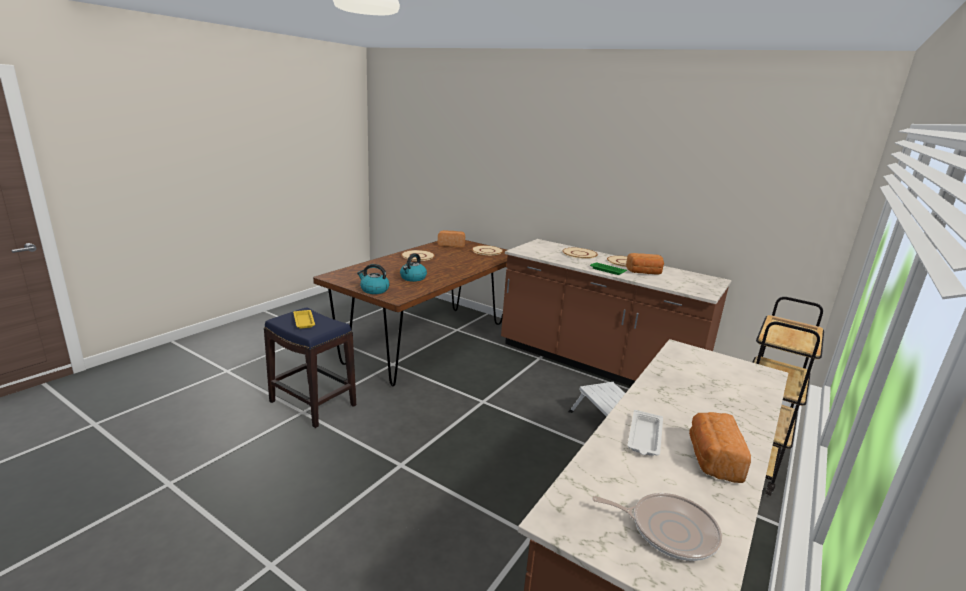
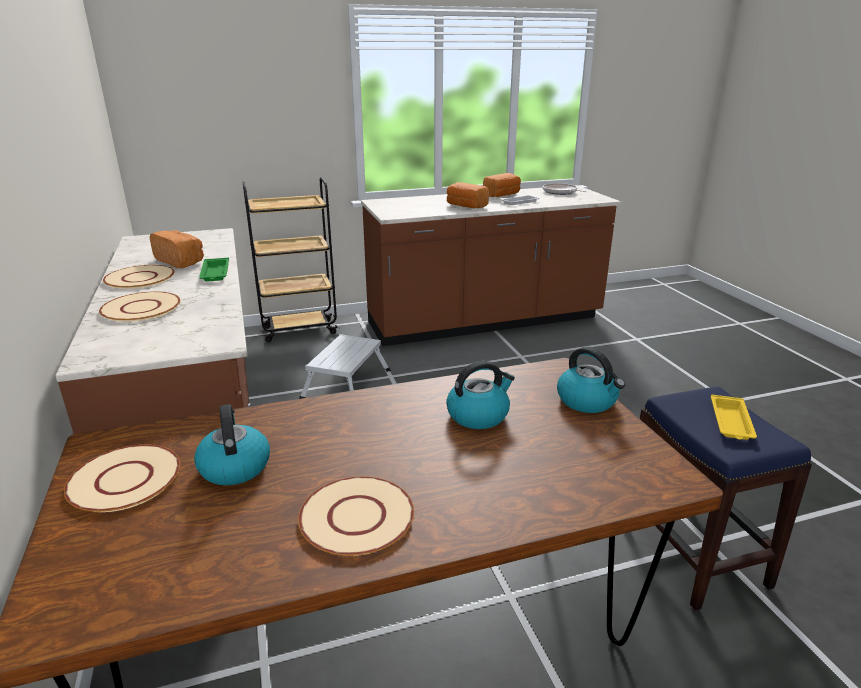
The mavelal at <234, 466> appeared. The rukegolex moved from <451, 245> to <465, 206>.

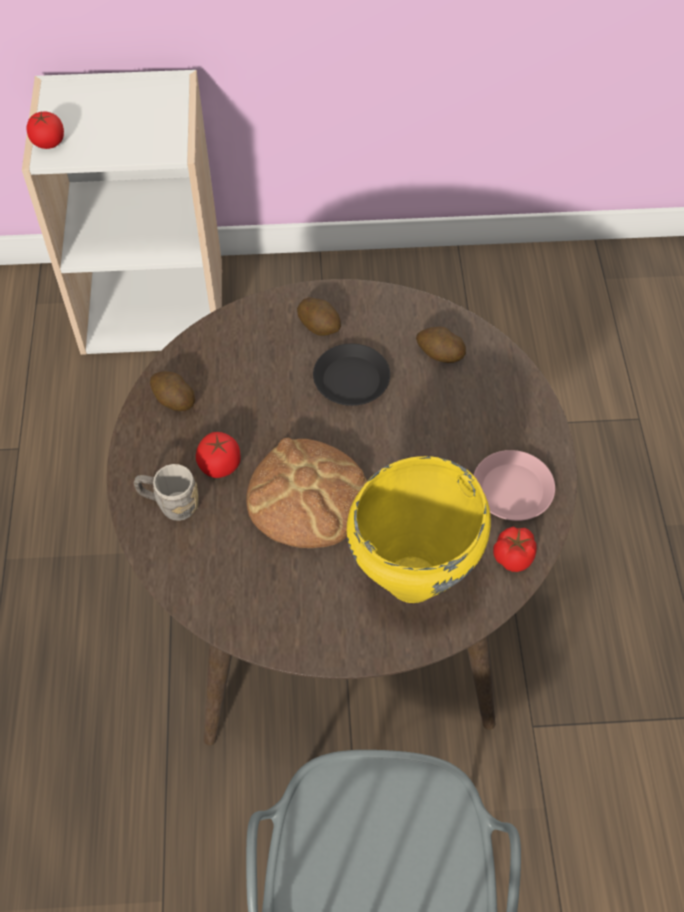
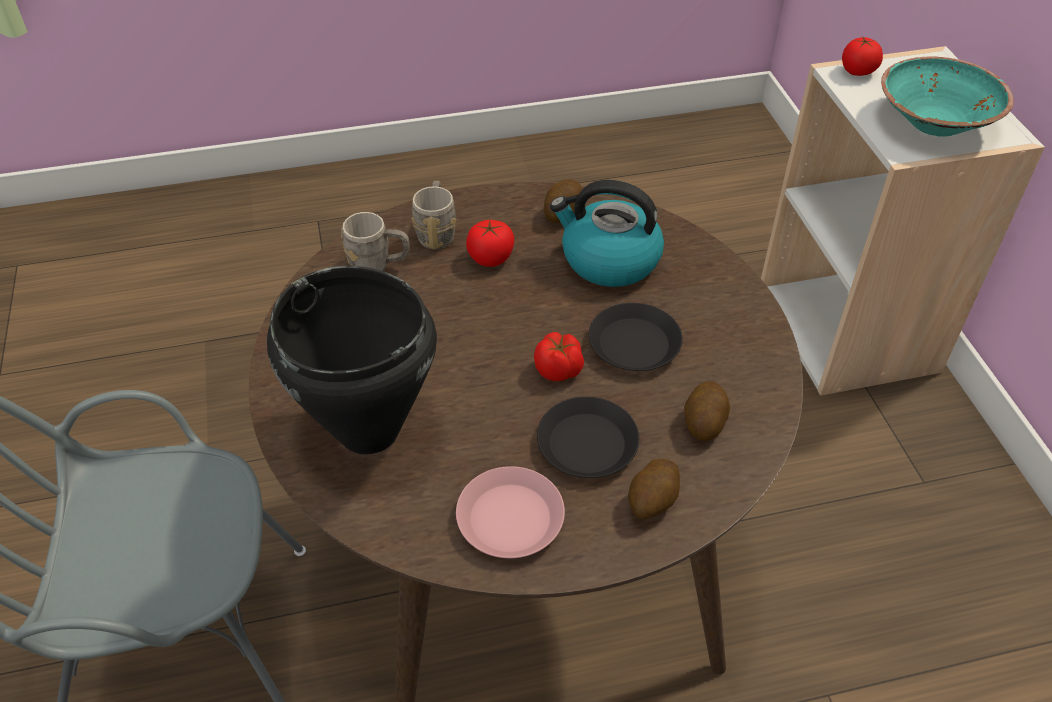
The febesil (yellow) at <413, 580> became the febesil (black) at <368, 432>. The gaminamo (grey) at <378, 265> appeared. The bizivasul moved from <513, 556> to <559, 370>. The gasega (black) at <587, 443> appeared. The mavelal at <608, 260> appeared. The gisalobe moved from <319, 325> to <652, 501>. The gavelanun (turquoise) at <935, 123> appeared. The rukegolex at <307, 495> disappeared.

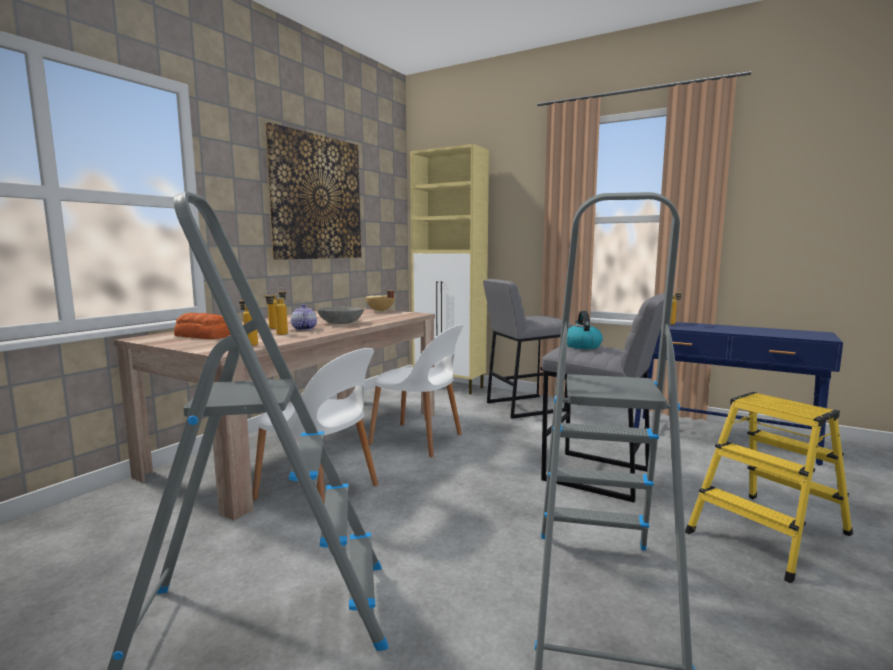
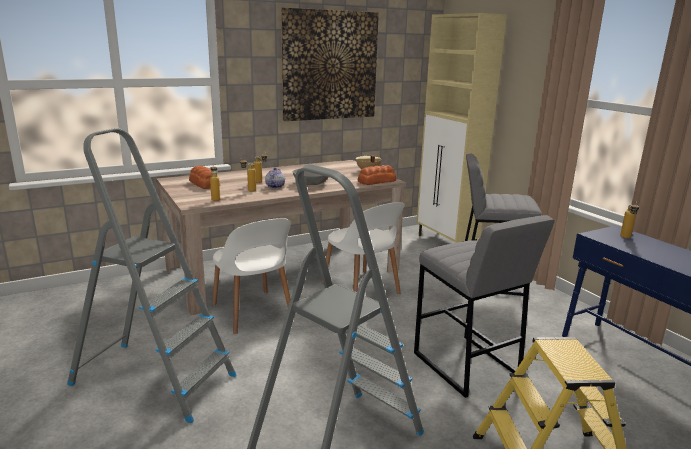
The rukegolex at <376, 181> appeared. The mavelal at <582, 346> disappeared.

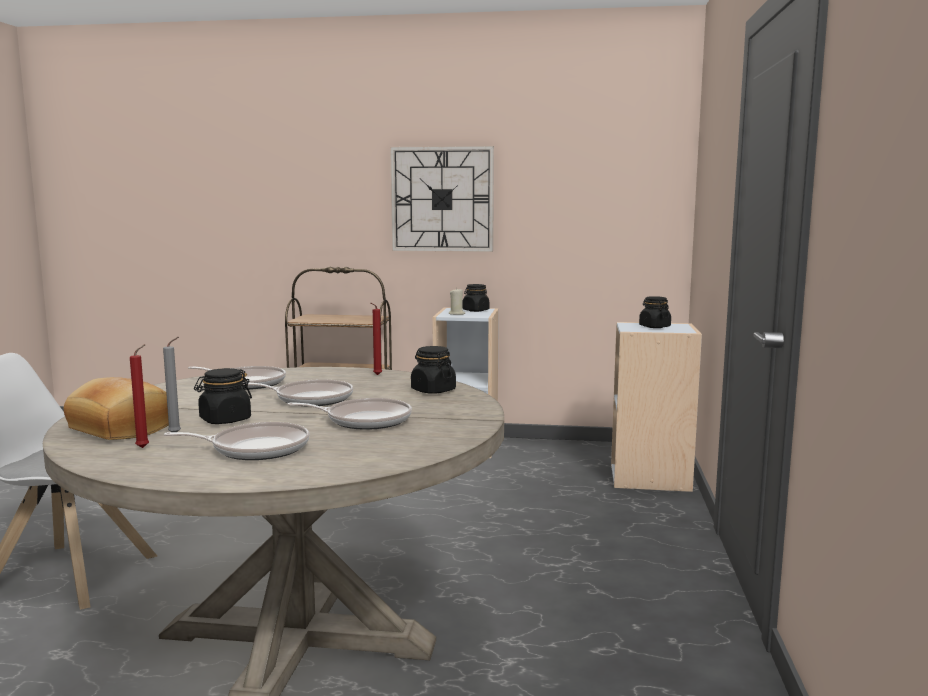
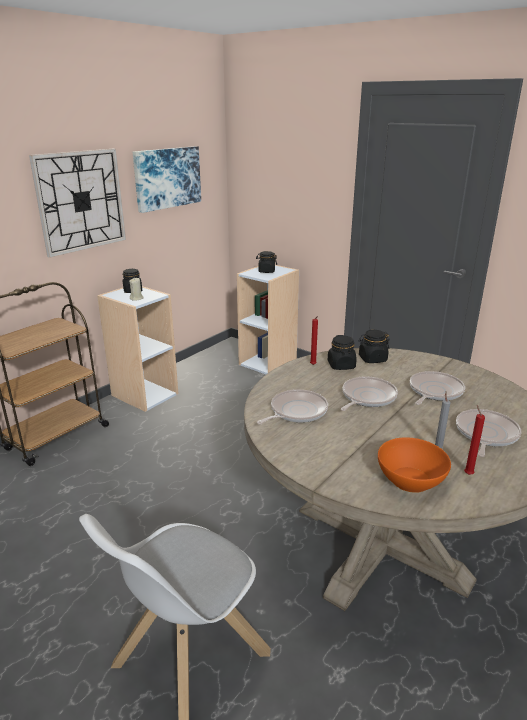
The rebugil at <167, 178> appeared. The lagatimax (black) moved from <225, 420> to <341, 365>. The rukegolex at <119, 429> was replaced by the gavelanun (orange) at <410, 480>.

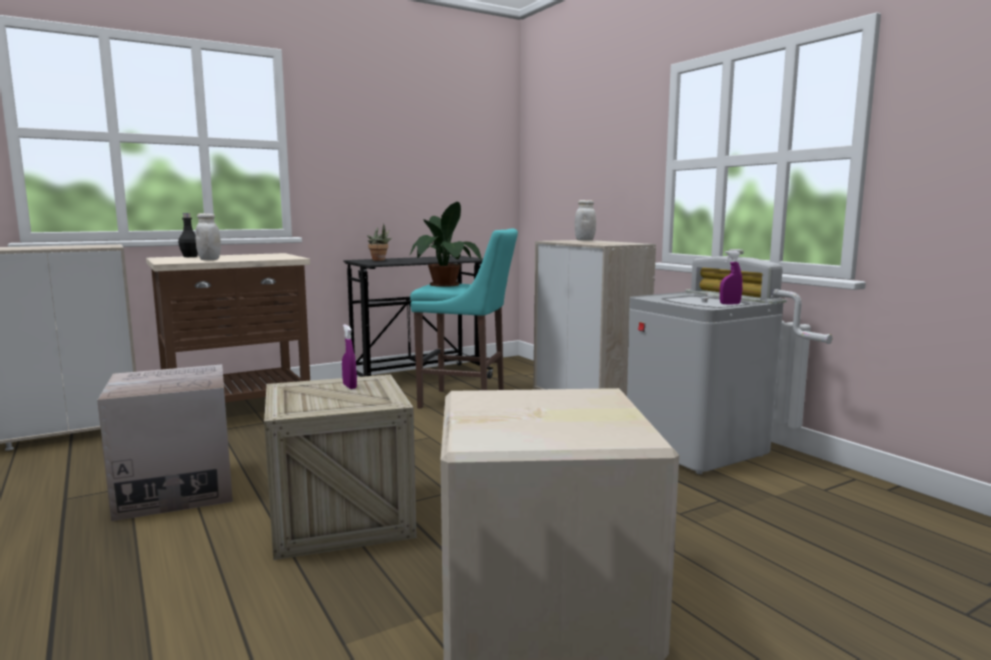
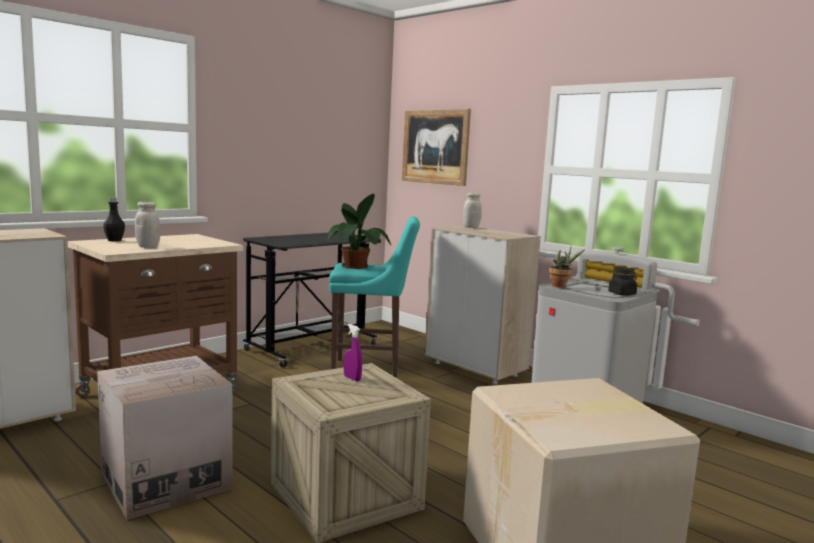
The rebugil at <435, 146> appeared. The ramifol moved from <380, 260> to <561, 286>. The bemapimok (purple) at <730, 304> was replaced by the lagatimax (black) at <622, 294>.

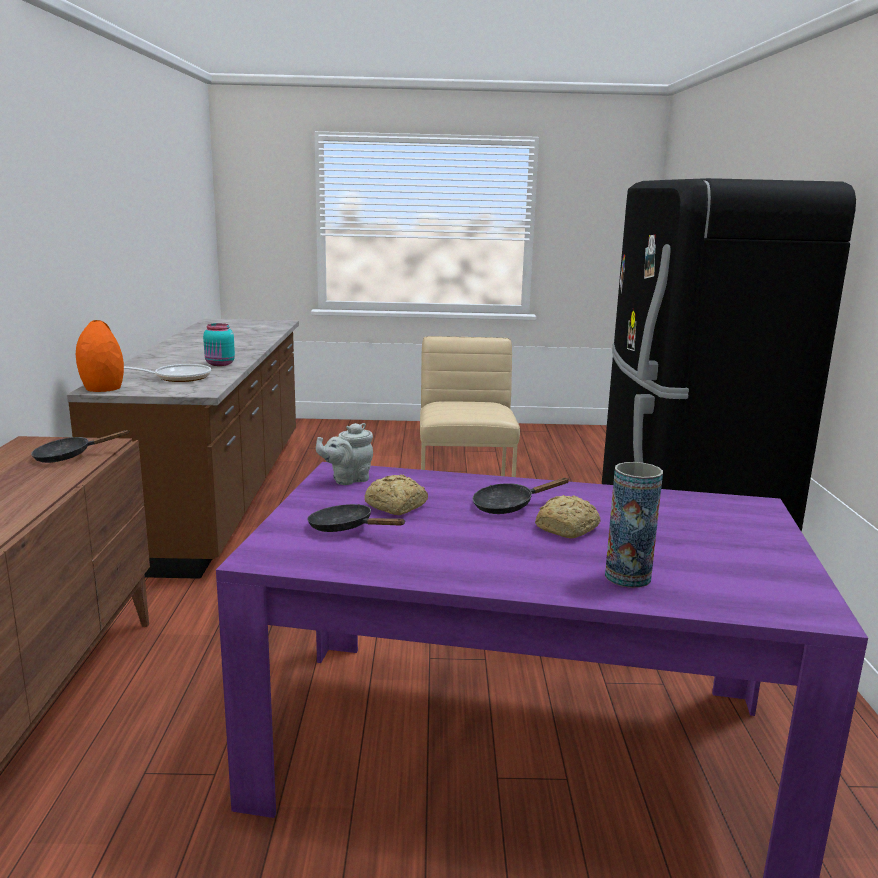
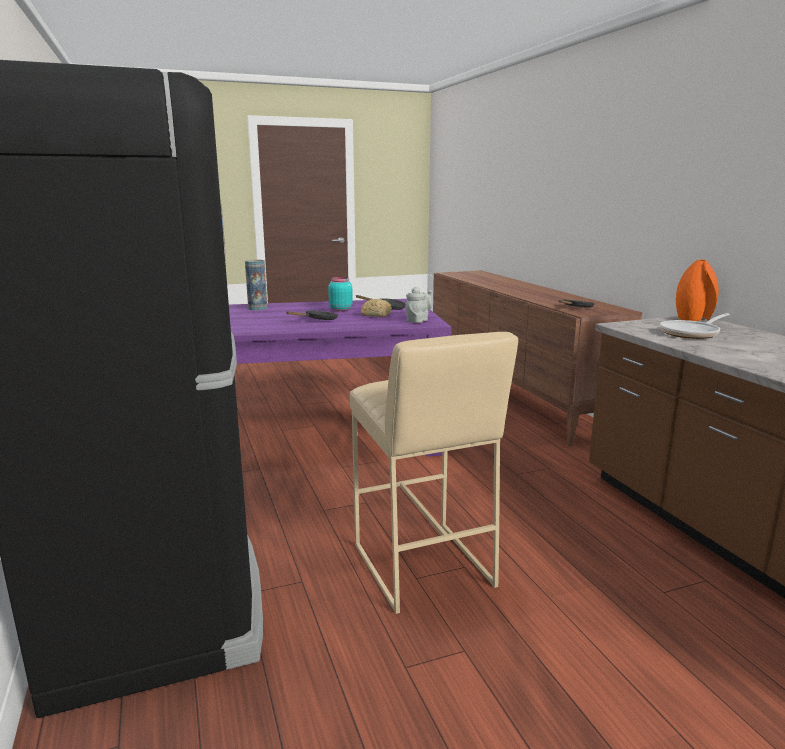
The lagatimax (turquoise) moved from <220, 364> to <340, 309>. The rukegolex at <568, 528> disappeared.

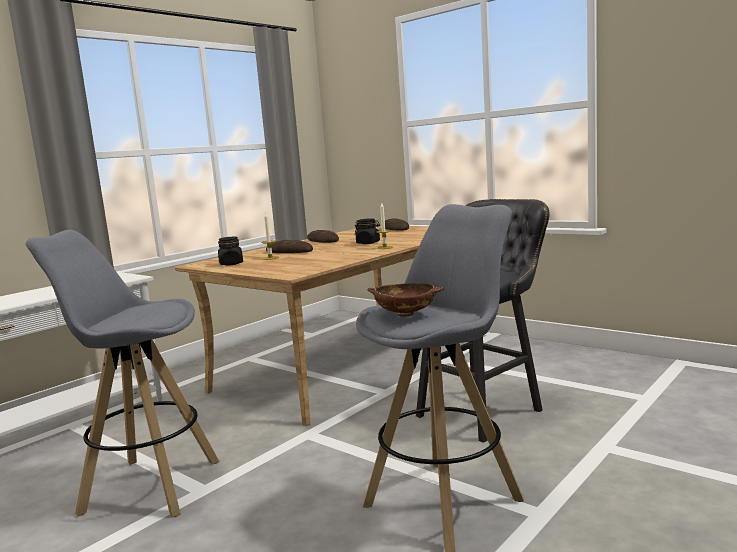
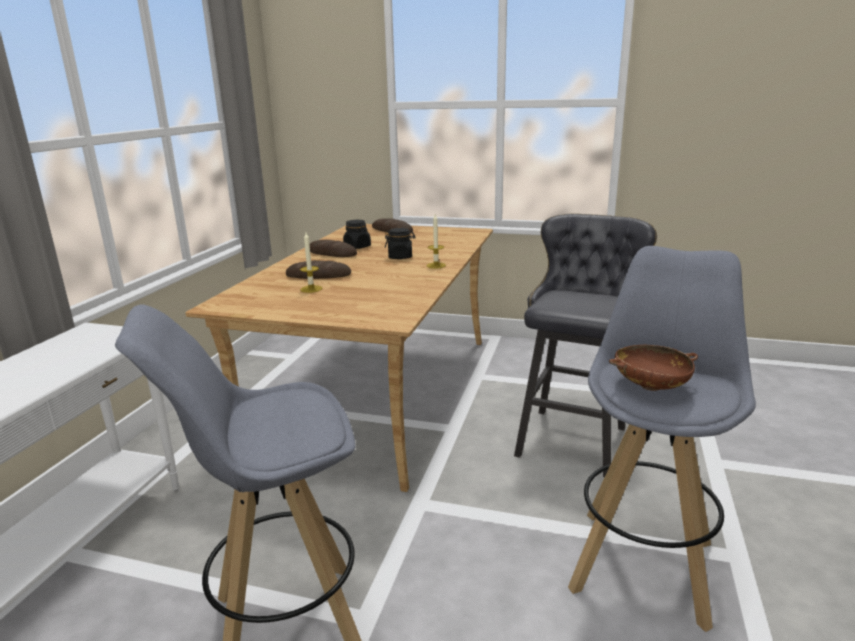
The lagatimax (black) moved from <231, 264> to <357, 247>.

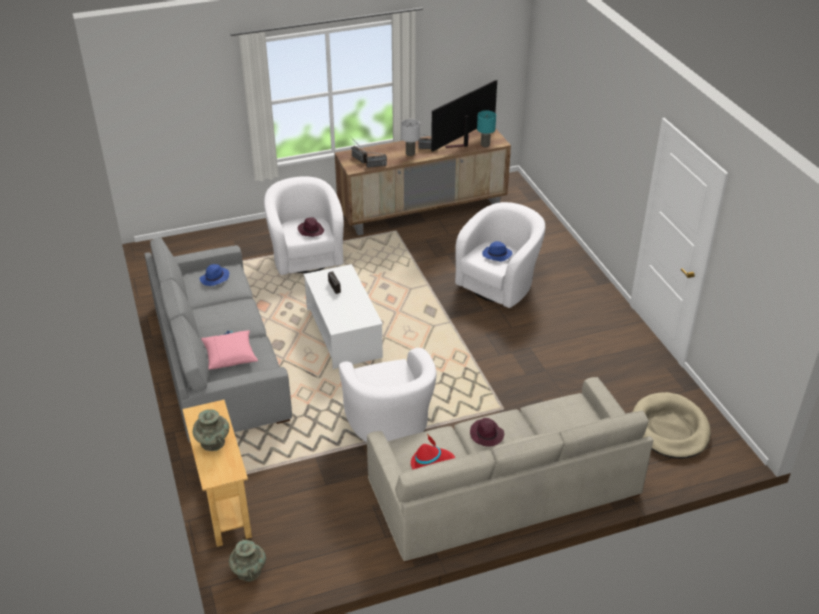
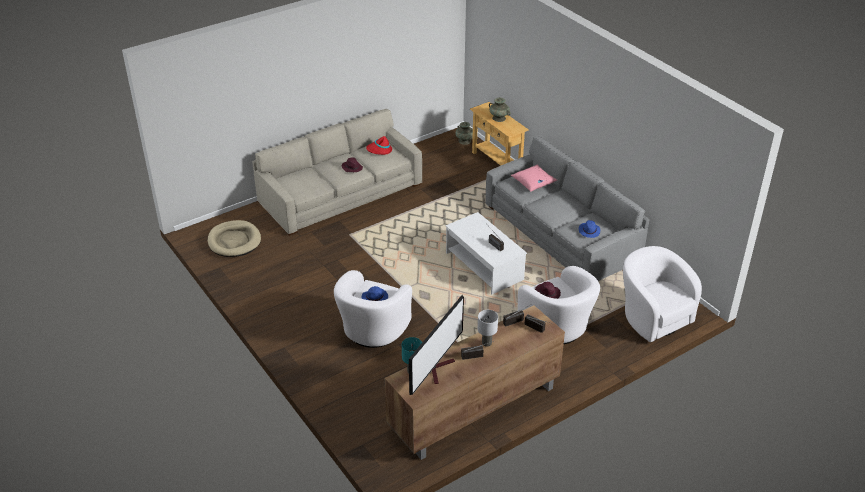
The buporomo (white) moved from <389, 425> to <653, 318>.

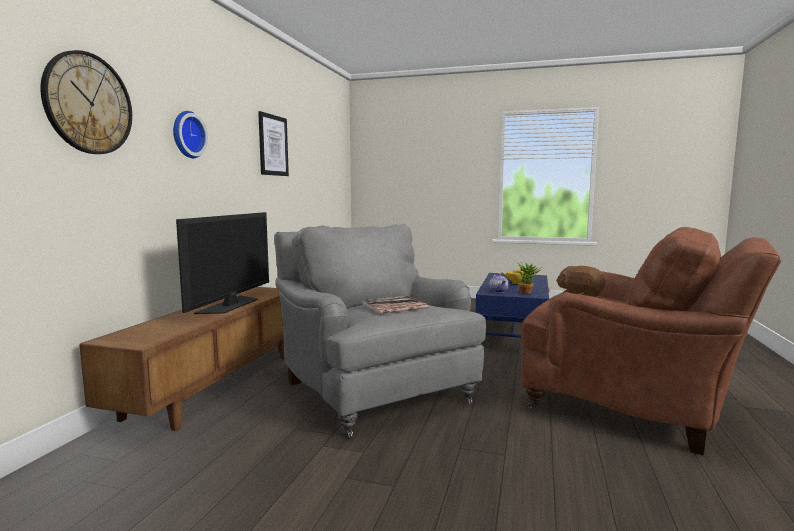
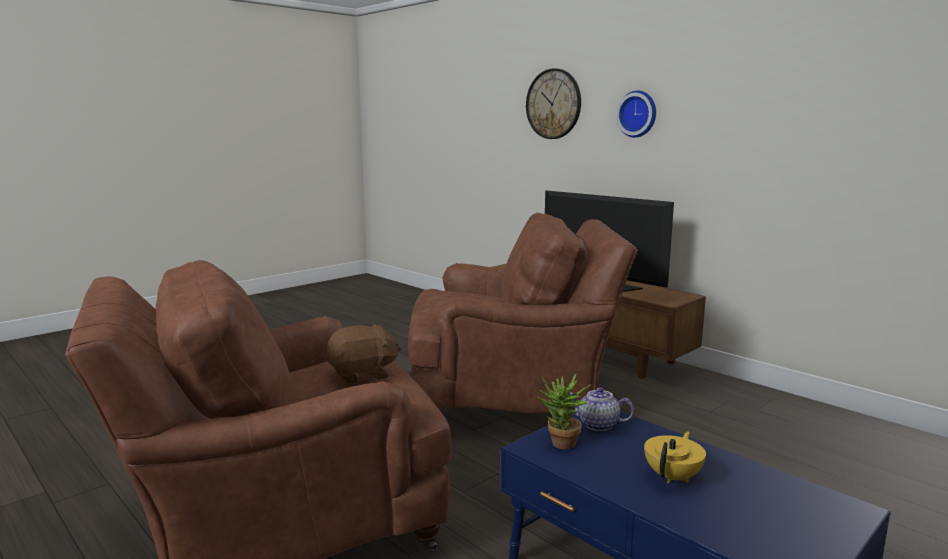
The buporomo (grey) at <372, 388> became the buporomo (brown) at <512, 398>. The rebugil at <273, 145> disappeared. The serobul at <394, 306> disappeared.

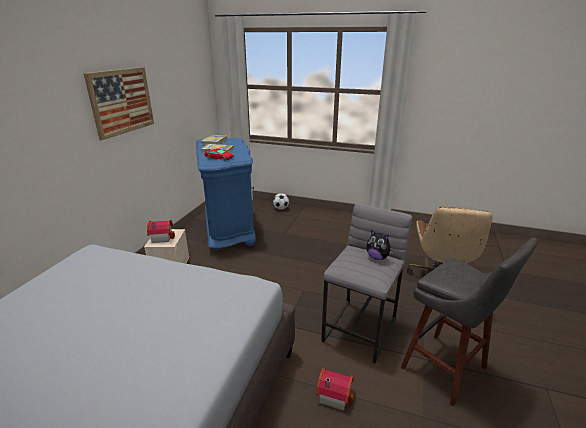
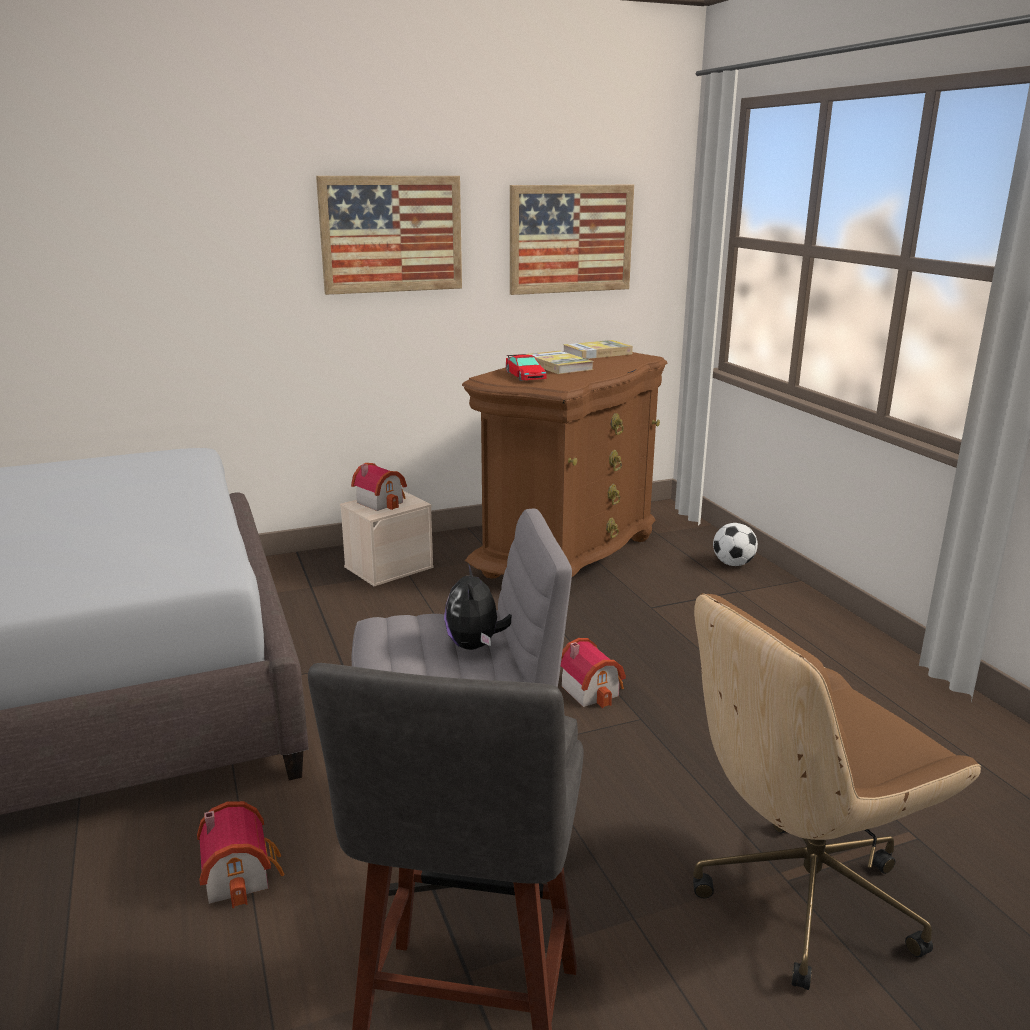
The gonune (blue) at <228, 229> became the gonune (brown) at <567, 555>. The rebugil at <571, 239> appeared. The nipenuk at <592, 689> appeared.

